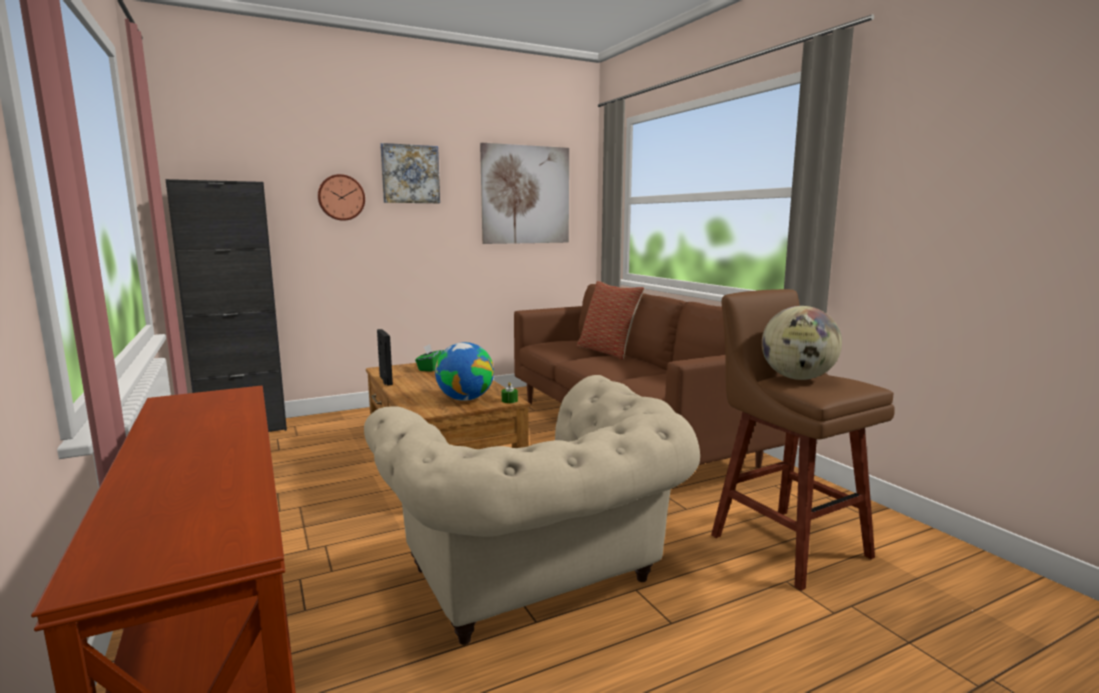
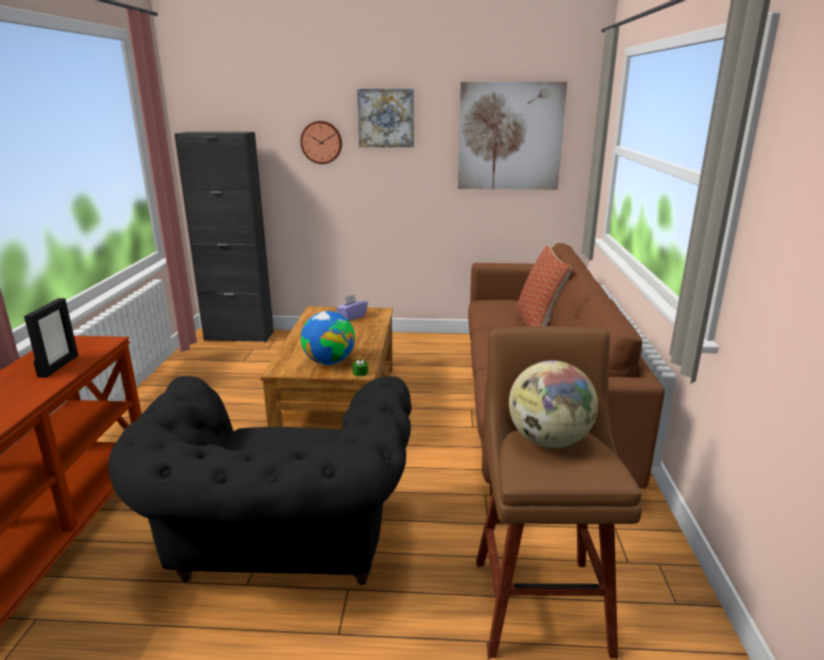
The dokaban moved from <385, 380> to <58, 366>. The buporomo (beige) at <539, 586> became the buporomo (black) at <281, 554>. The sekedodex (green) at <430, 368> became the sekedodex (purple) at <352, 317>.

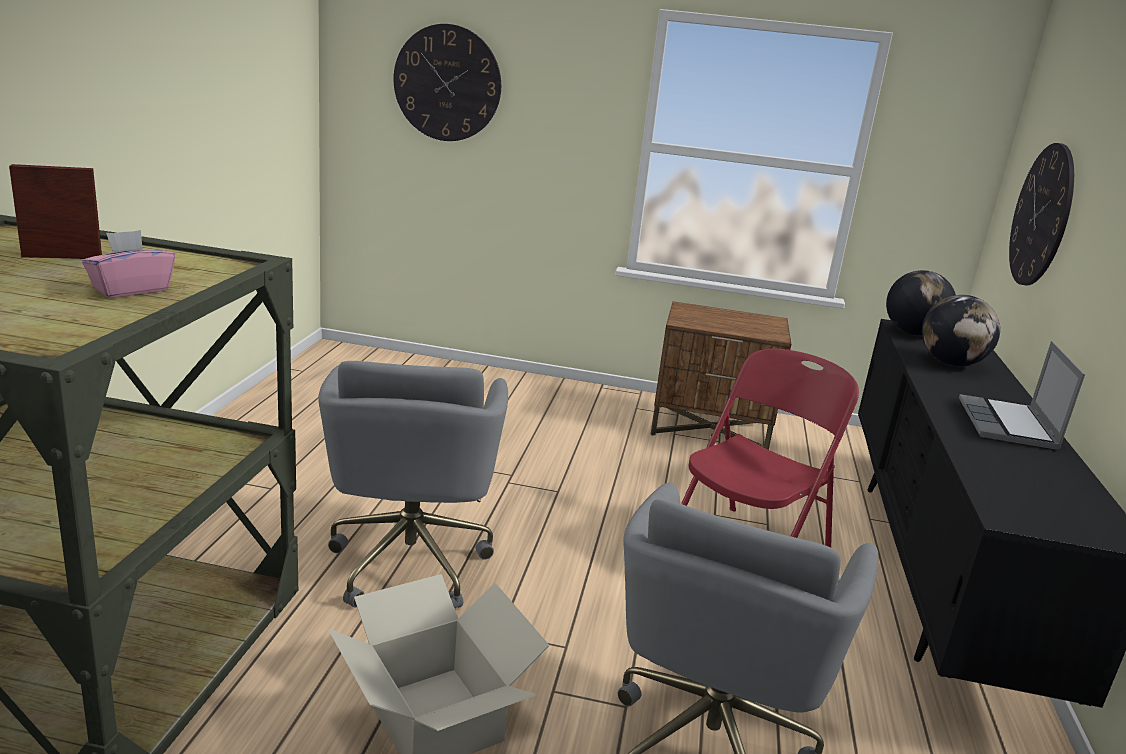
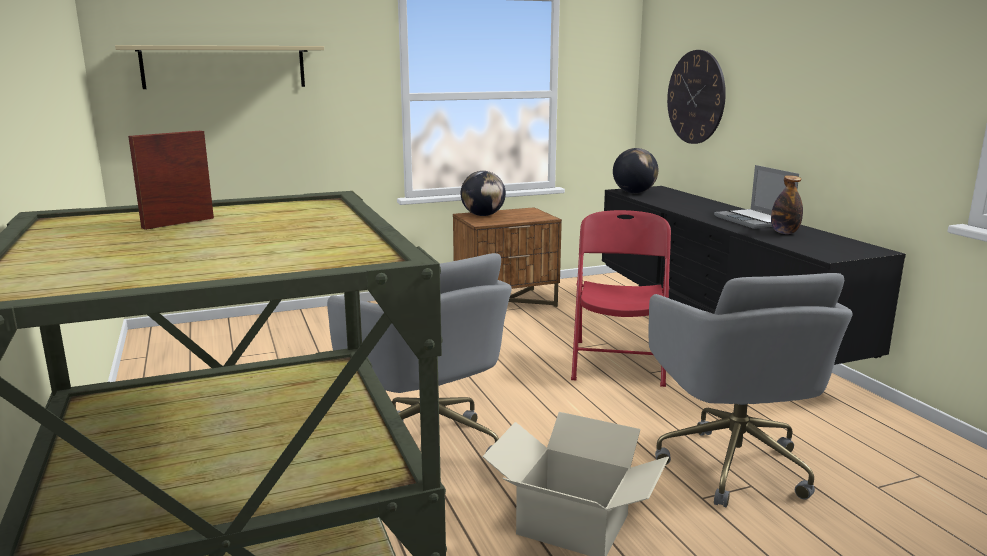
The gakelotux at <447, 83> was replaced by the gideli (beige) at <224, 67>. The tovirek moved from <951, 363> to <483, 215>. The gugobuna at <784, 233> appeared. The sekedodex (pink) at <131, 290> disappeared.

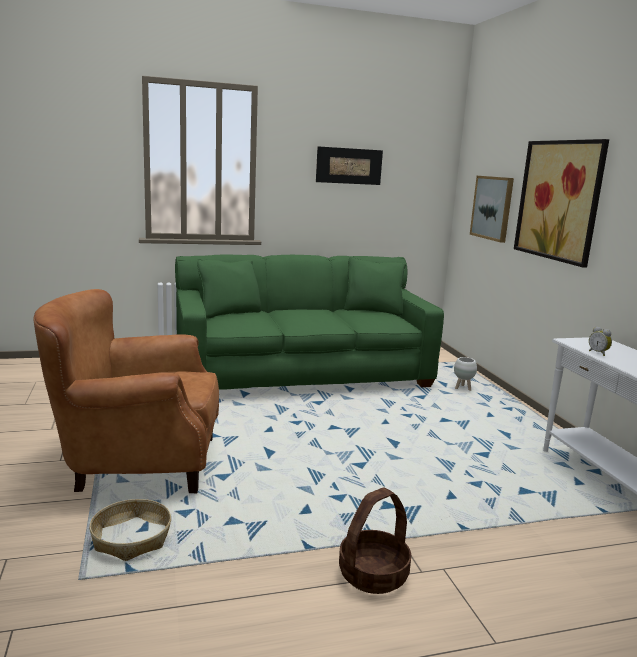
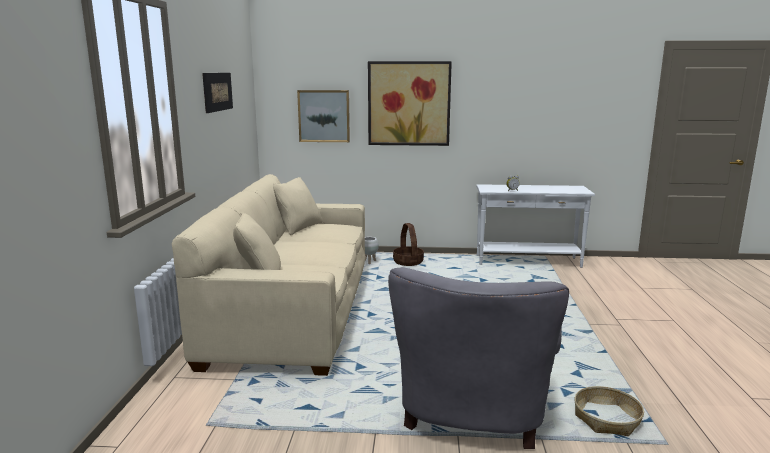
The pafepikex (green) at <302, 374> became the pafepikex (beige) at <294, 311>. The buporomo (brown) at <136, 463> became the buporomo (grey) at <473, 413>. The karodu moved from <373, 574> to <408, 262>.

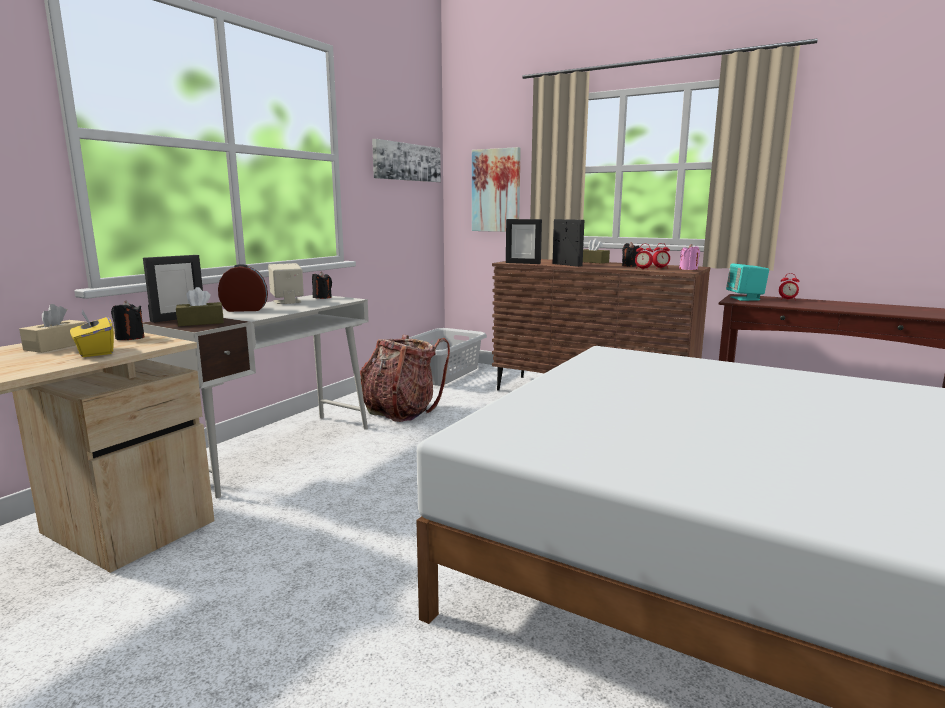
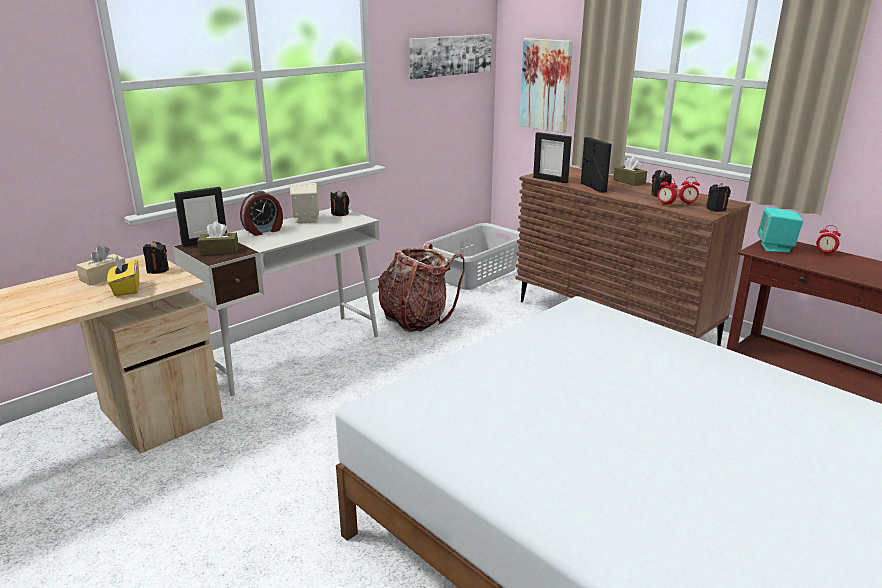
The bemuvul at <245, 309> turned 135 degrees clockwise. The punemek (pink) at <688, 269> became the punemek (black) at <716, 209>.

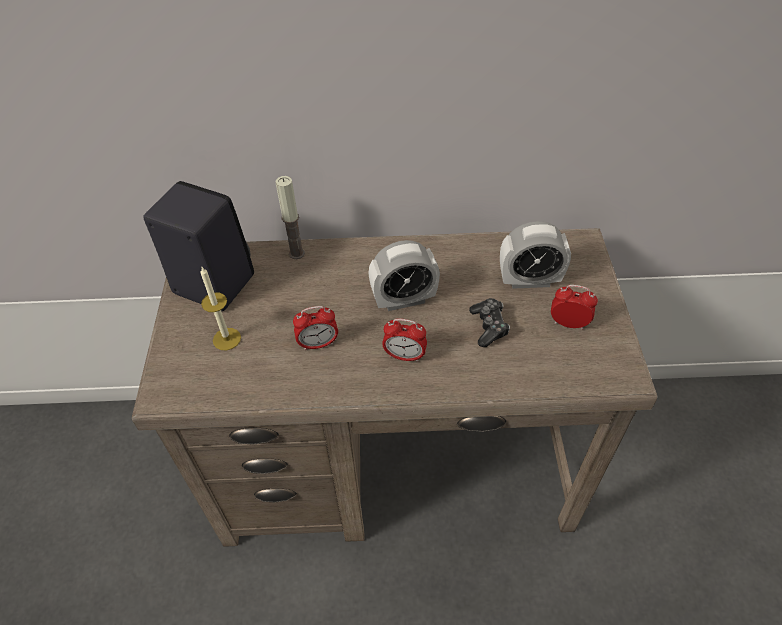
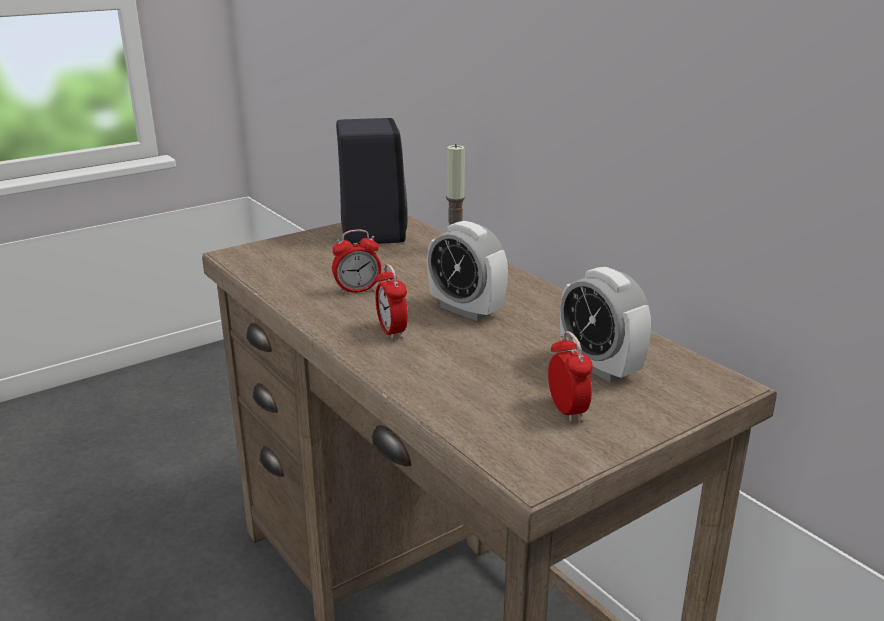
The bemuvul at <318, 344> turned 60 degrees counterclockwise. The punemek at <227, 339> disappeared. The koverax at <489, 326> disappeared.

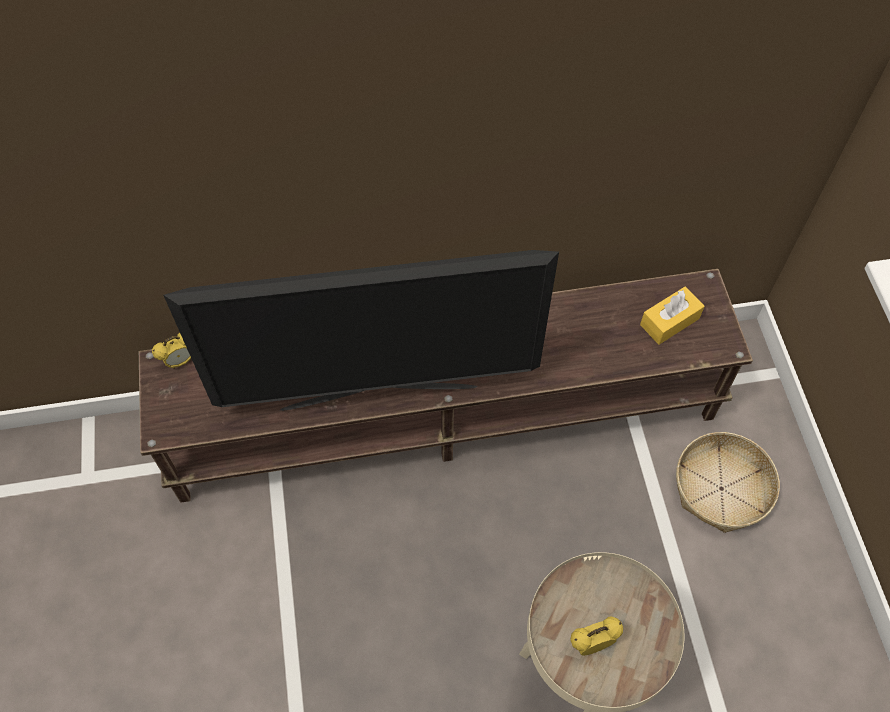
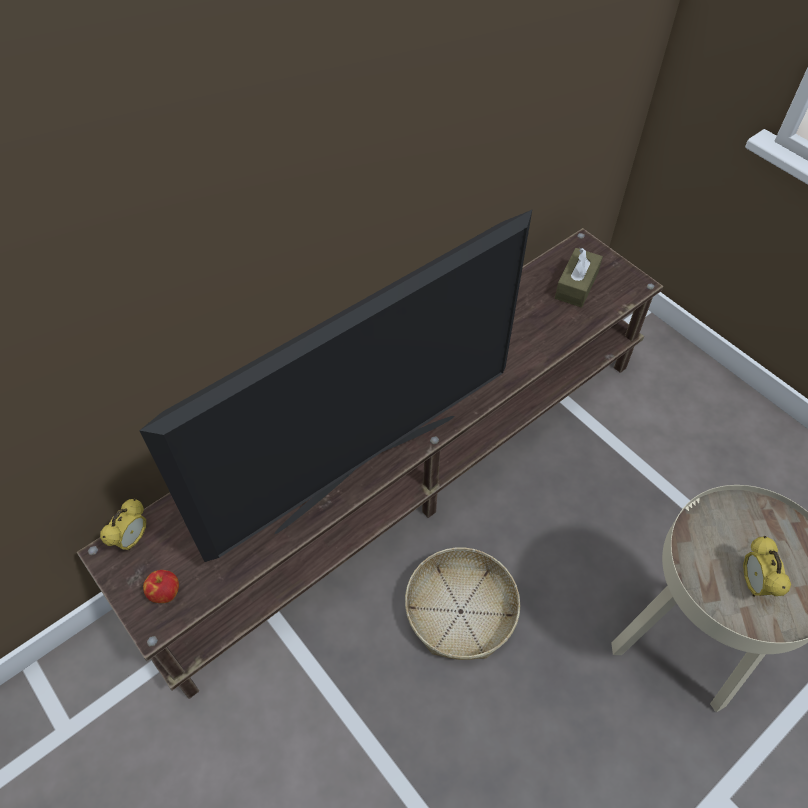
The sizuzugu at <165, 592> appeared. The karodu moved from <721, 488> to <461, 611>. The sekedodex (yellow) at <669, 321> became the sekedodex (brown) at <576, 285>. The bemuvul at <591, 644> turned 45 degrees counterclockwise.

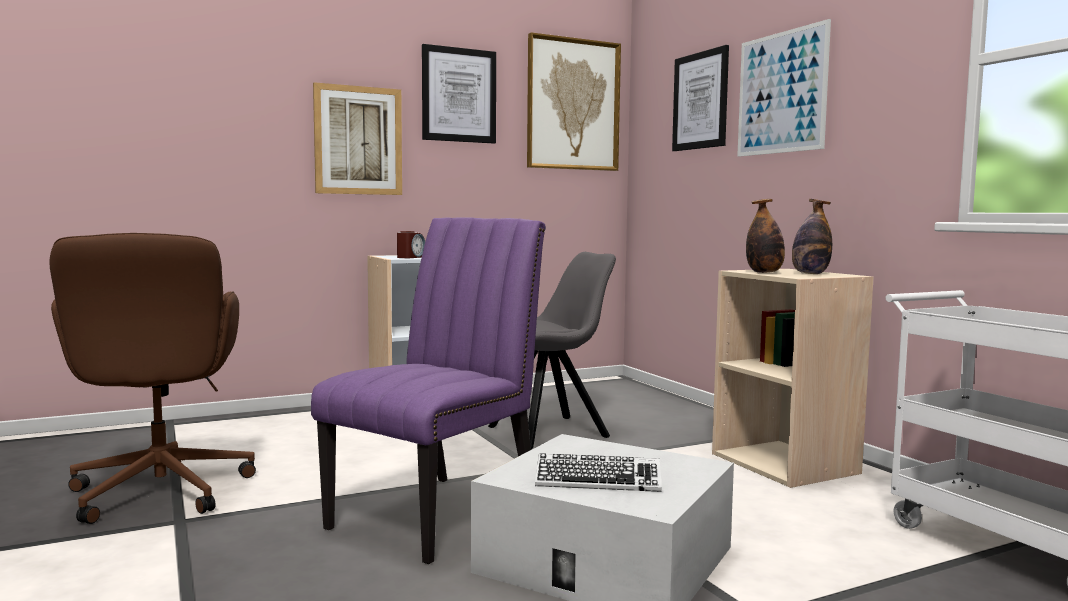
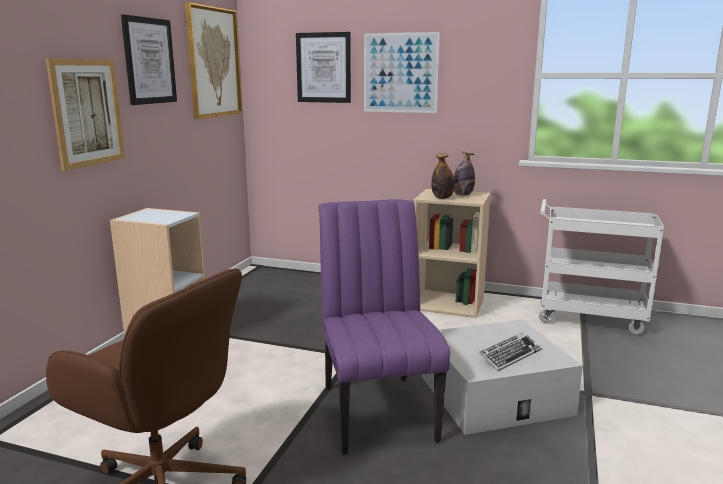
The bemuvul at <411, 257> disappeared. The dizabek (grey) at <549, 432> disappeared.

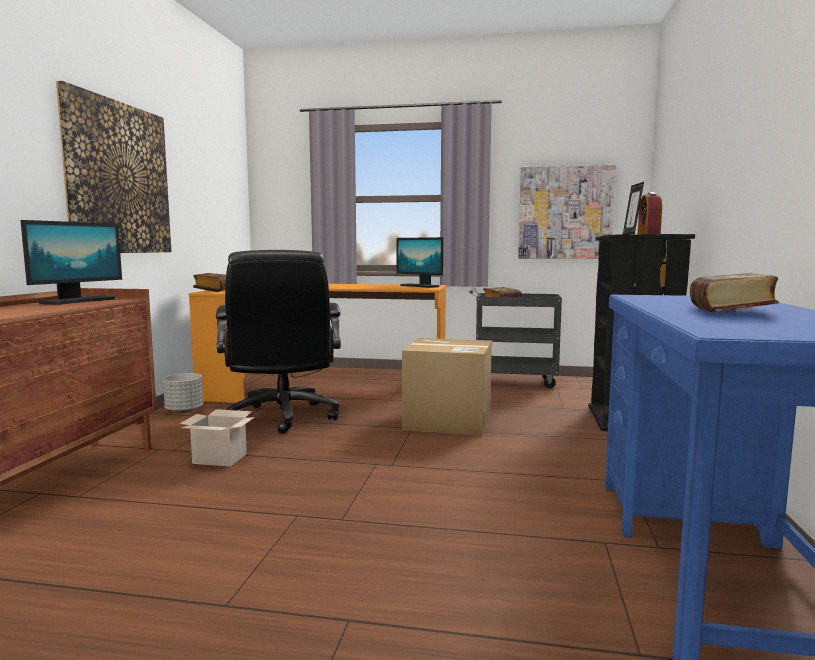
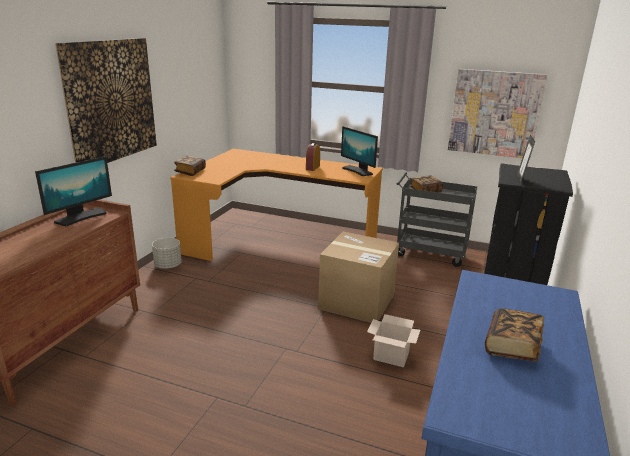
The bemuvul moved from <648, 234> to <312, 167>. The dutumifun moved from <221, 458> to <392, 355>. The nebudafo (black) at <282, 418> disappeared.

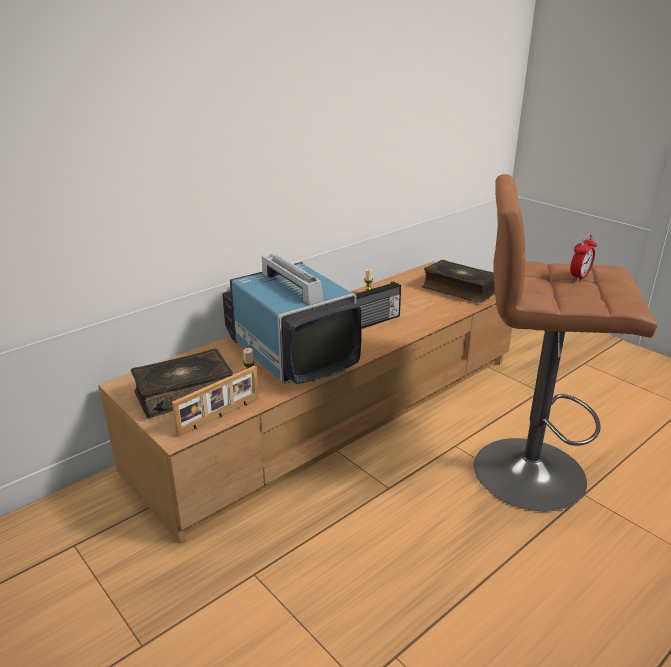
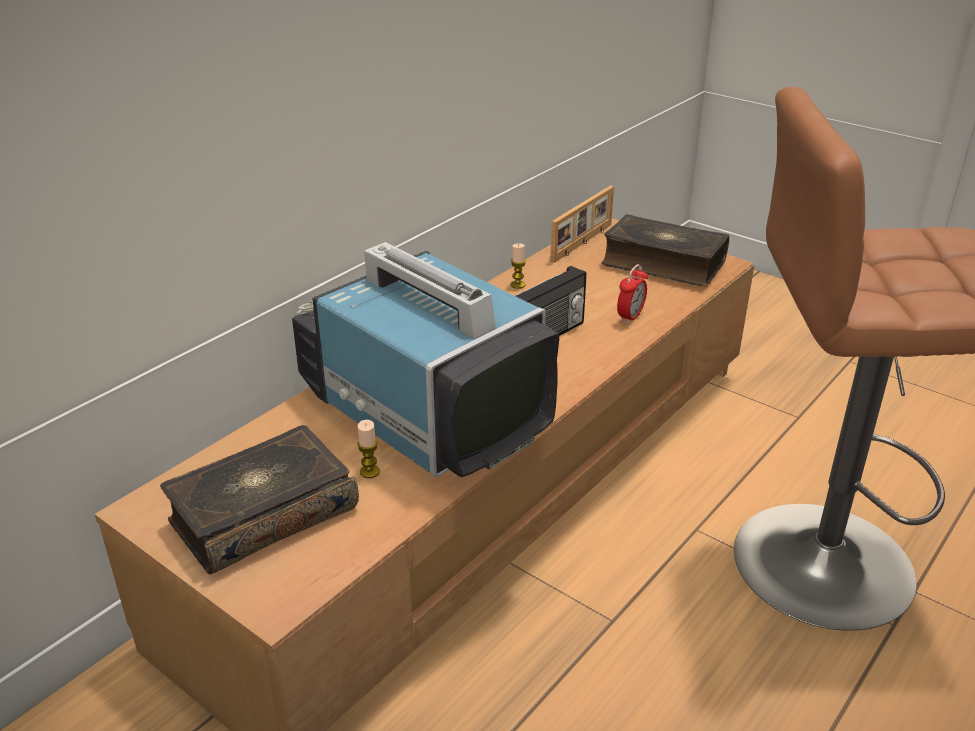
The dokaban moved from <220, 416> to <583, 243>. The bemuvul moved from <579, 277> to <630, 317>.

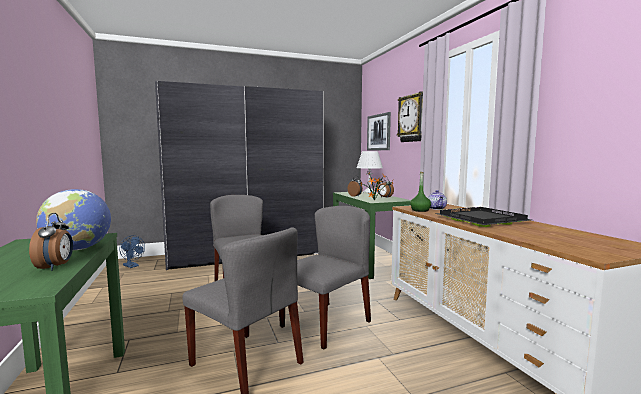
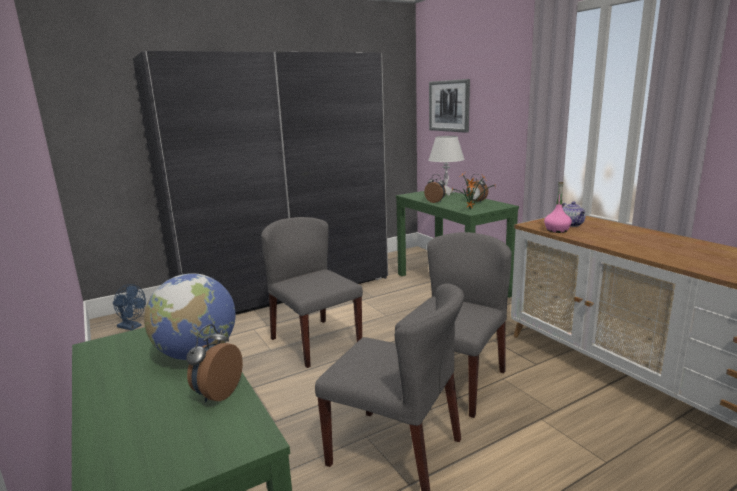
The bemuvul at <56, 267> turned 135 degrees counterclockwise. The gugobuna (green) at <420, 210> became the gugobuna (pink) at <557, 230>. The gakelotux at <412, 118> disappeared. The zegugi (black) at <481, 220> disappeared.

